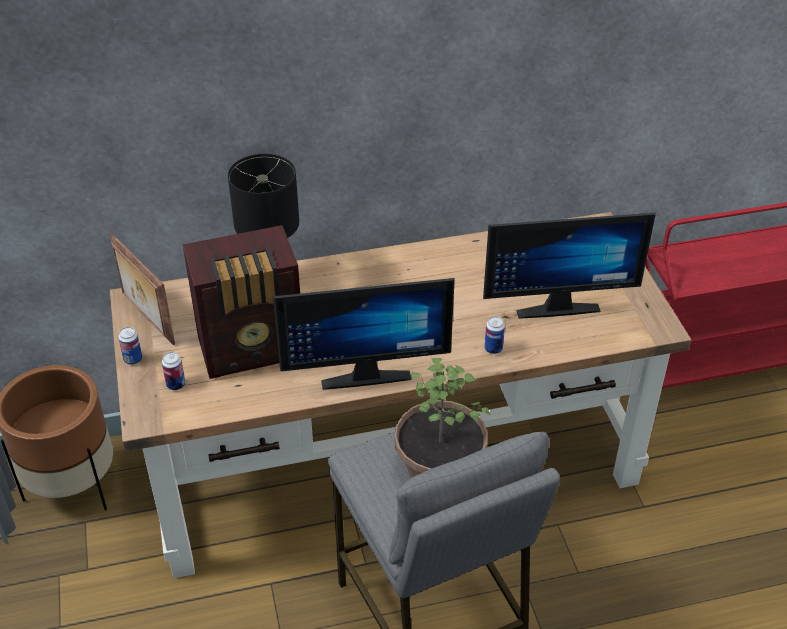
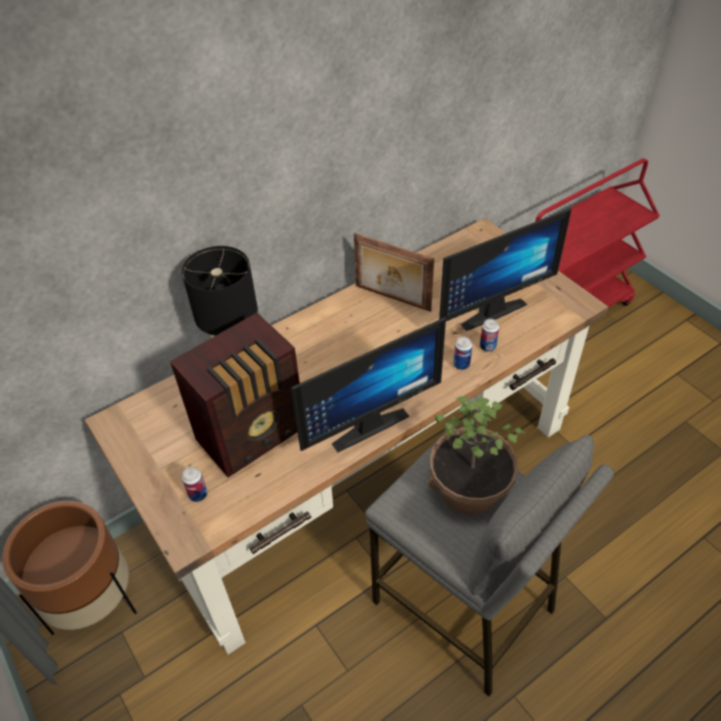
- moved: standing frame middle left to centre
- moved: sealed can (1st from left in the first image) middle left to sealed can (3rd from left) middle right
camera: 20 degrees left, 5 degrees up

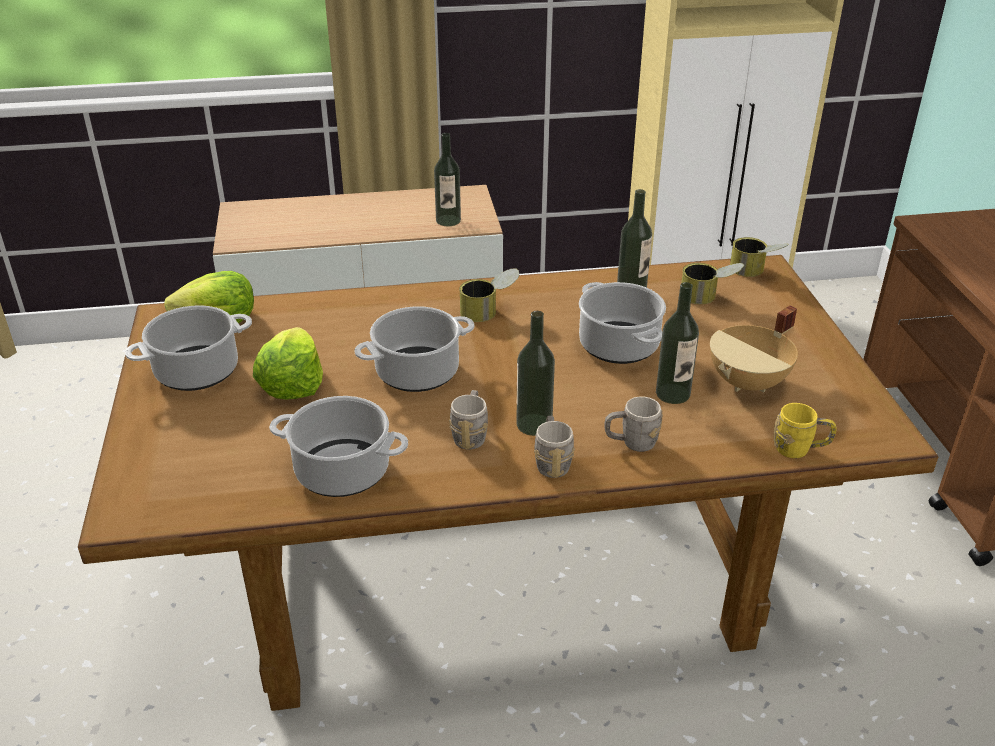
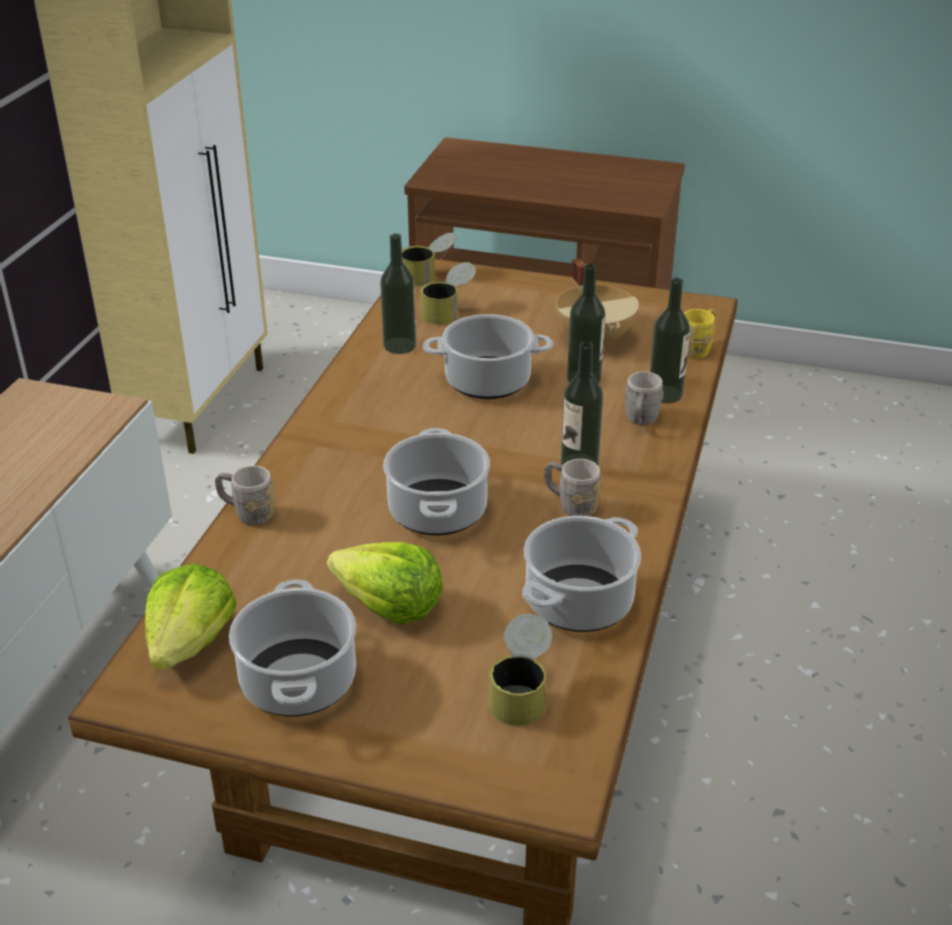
- moved: grey mug (2nd from left in the first image) centre to grey mug (1st from left) middle left
- moved: sealed can (1st from left in the first image) centre to sealed can (3rd from left) bottom centre
- moved: beverage bottle (1st from left in the first image) top centre to beverage bottle (4th from left) middle right
camera: 65 degrees left, 0 degrees up

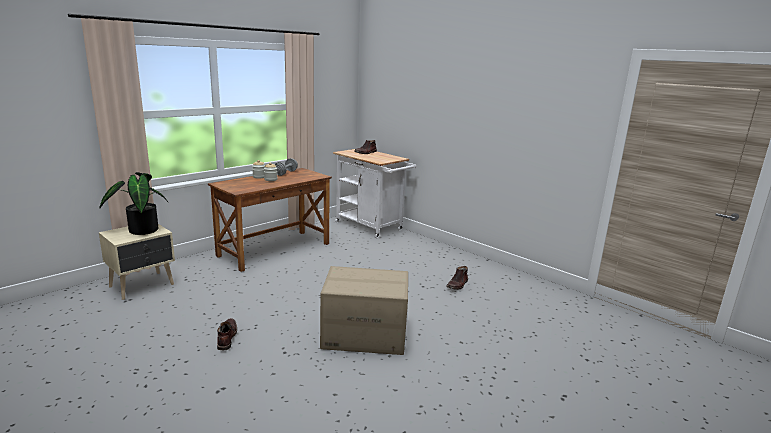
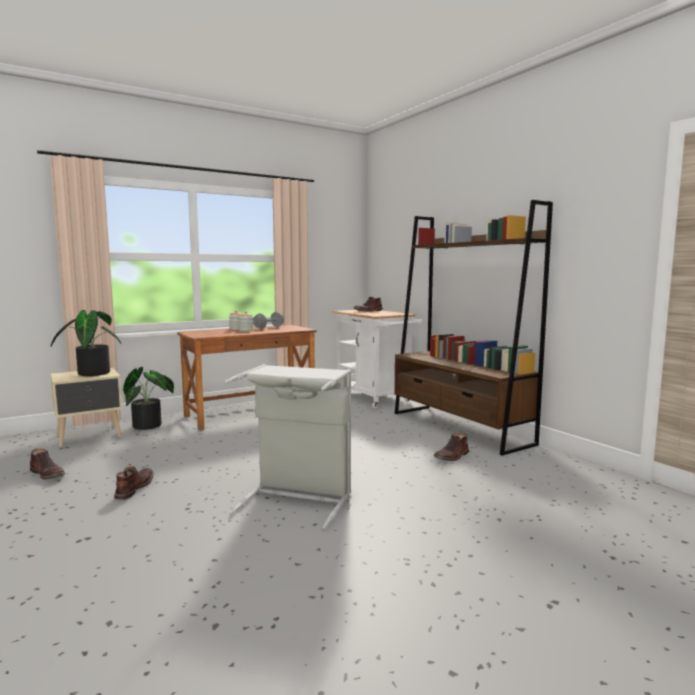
- added: brown boot (1st from left) bottom left
- added: potted plant (2nd from left) middle left
- replaced: packing box bottom centre to grey laundry basket centre
- added: brown bookshelf middle right
camera: 15 degrees right, 10 degrees down

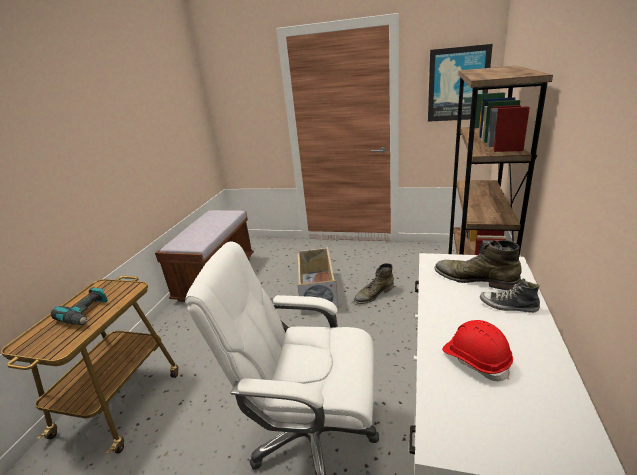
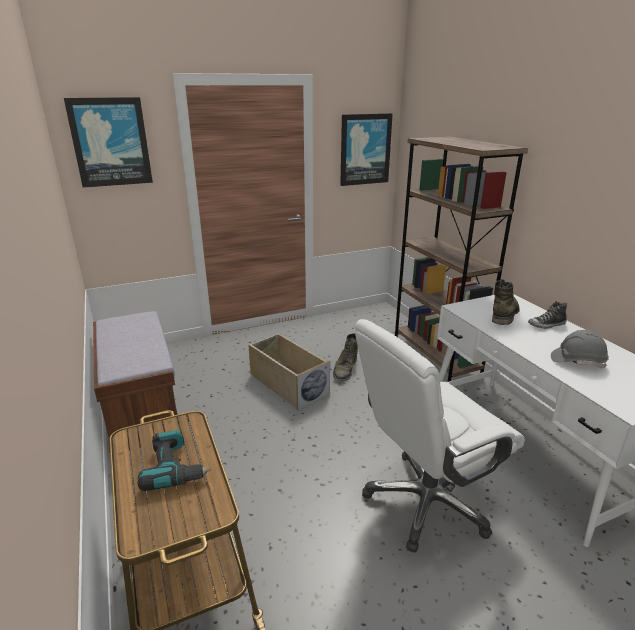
- added: wall art (1st from left) top left
- turned: green boot (2nd from left) middle right = middle right 120 degrees clockwise
- recoloured: reddish hard hat bottom right to grey hard hat middle right
camera: 40 degrees left, 0 degrees up

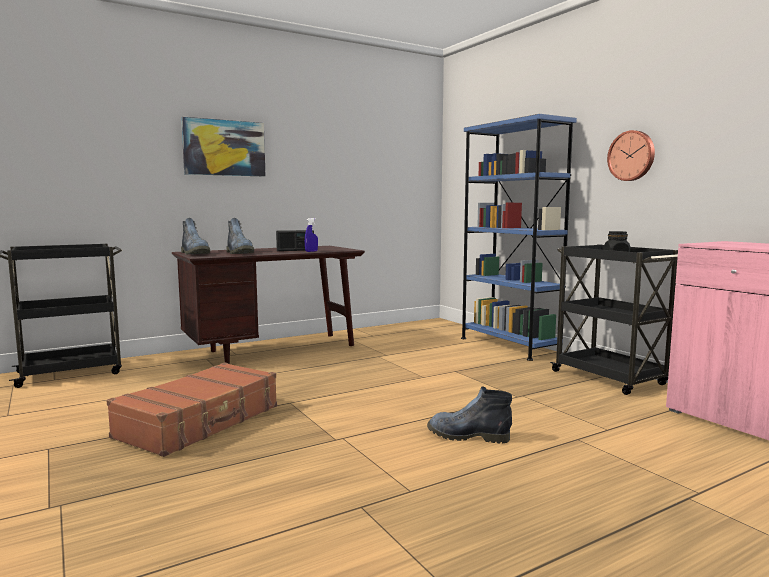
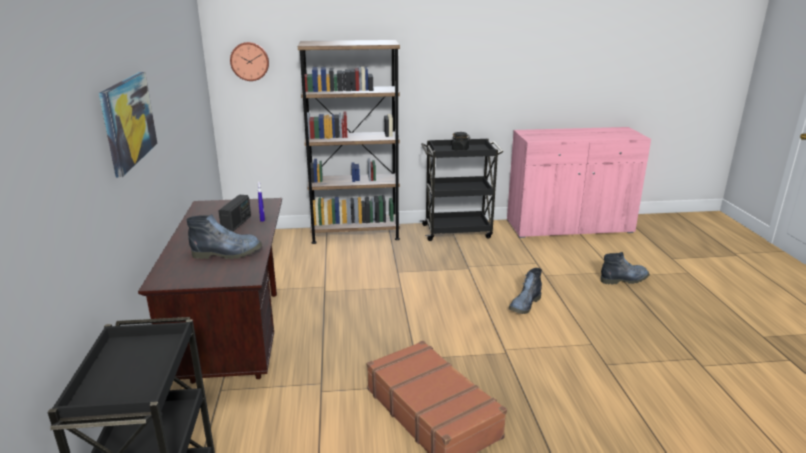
- moved: wall clock top right to top left
- recoloured: bluish bookshelf middle right to brown bookshelf top centre
- moved: boot (1st from left in the first image) middle left to boot (3rd from left) middle right
camera: 65 degrees left, 15 degrees up

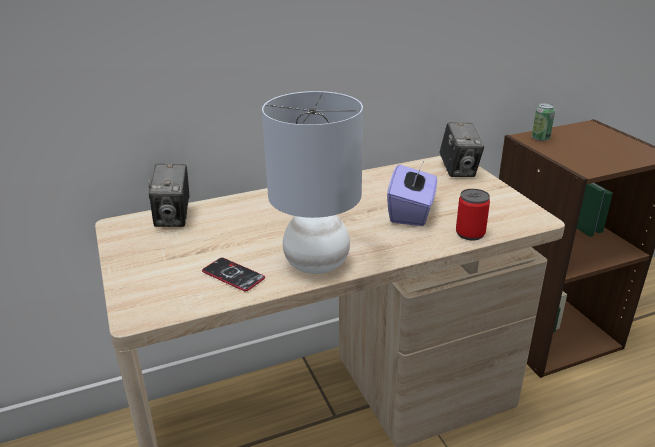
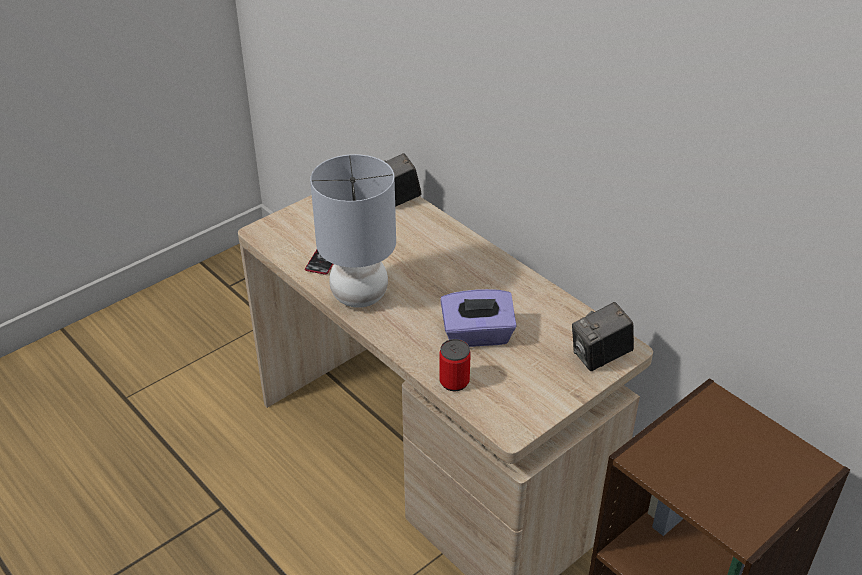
- removed: sealed can (2nd from left) top right
camera: 70 degrees right, 10 degrees up

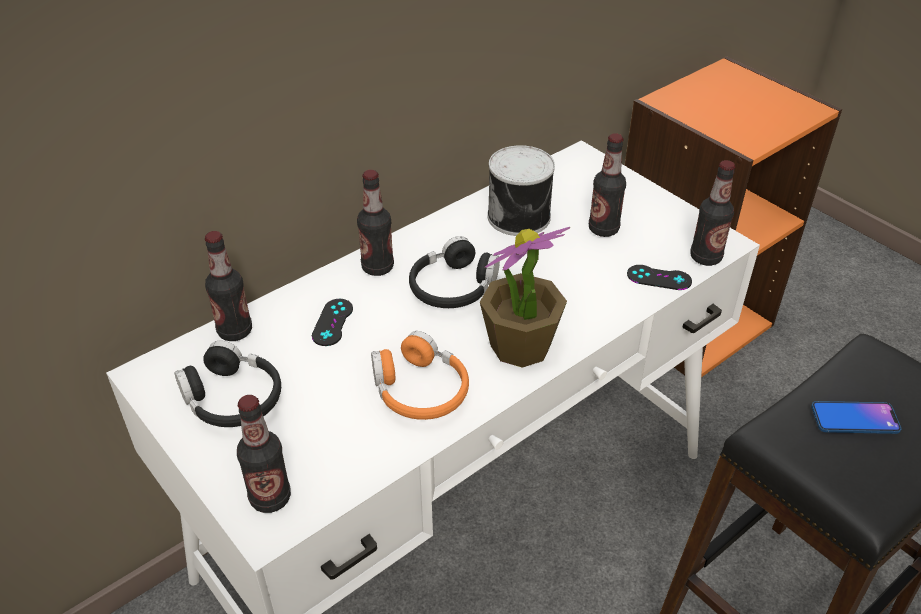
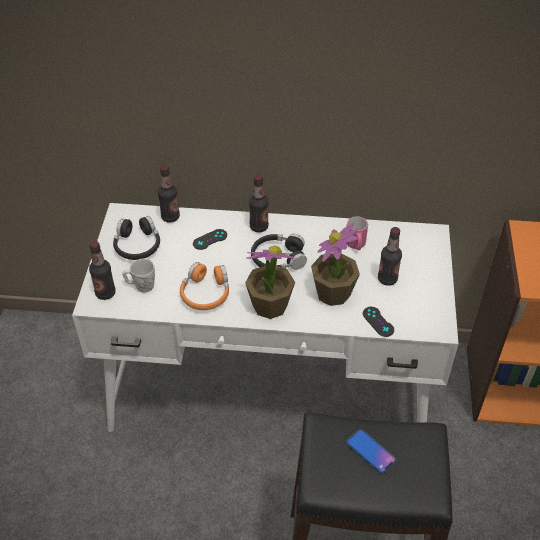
- added: white mug middle left
- added: potted plant (2nd from left) centre
- replaced: sealed can top centre to pink-coloured mug centre
- removed: beverage bottle (5th from left) middle right
camera: 45 degrees right, 5 degrees up

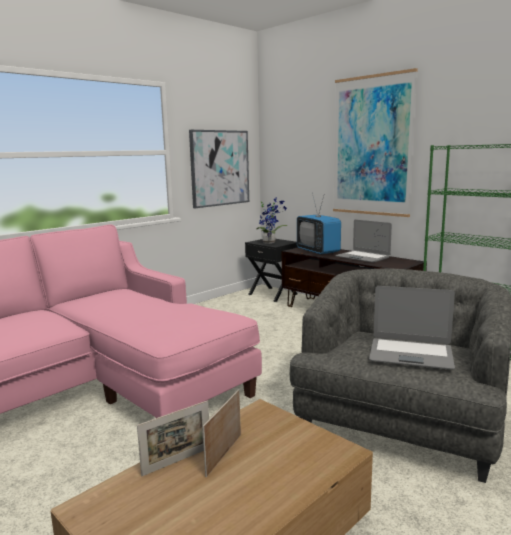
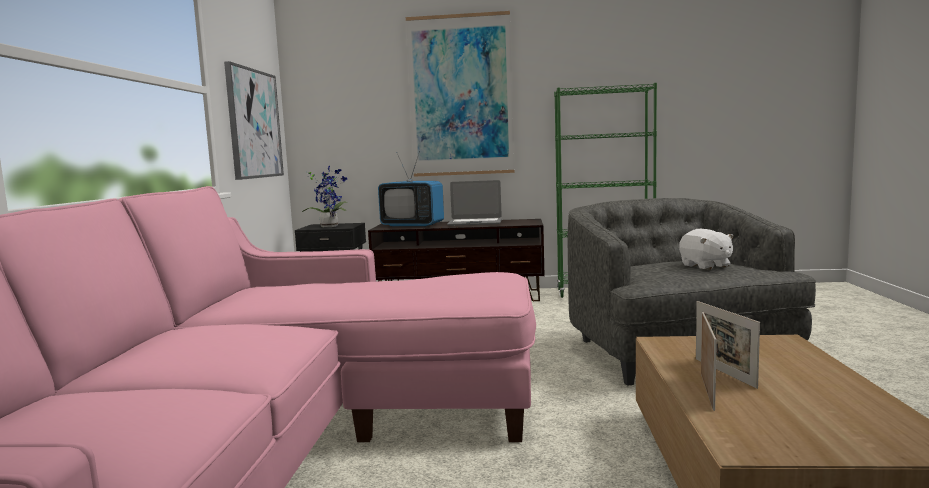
- replaced: laptop (2nd from left) middle right to white plush toy middle right
camera: 40 degrees left, 5 degrees down

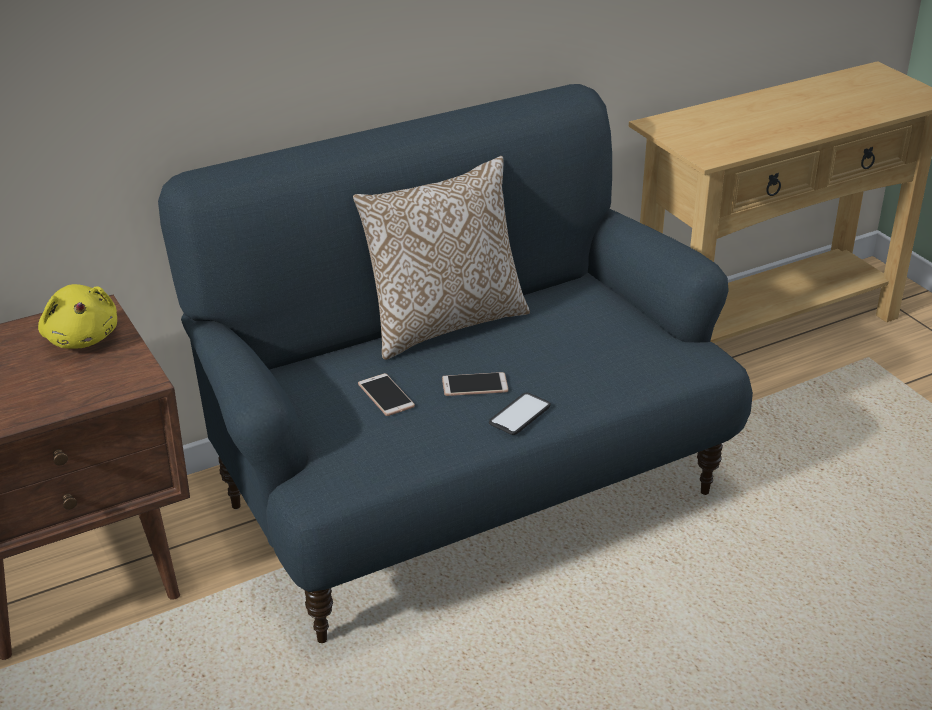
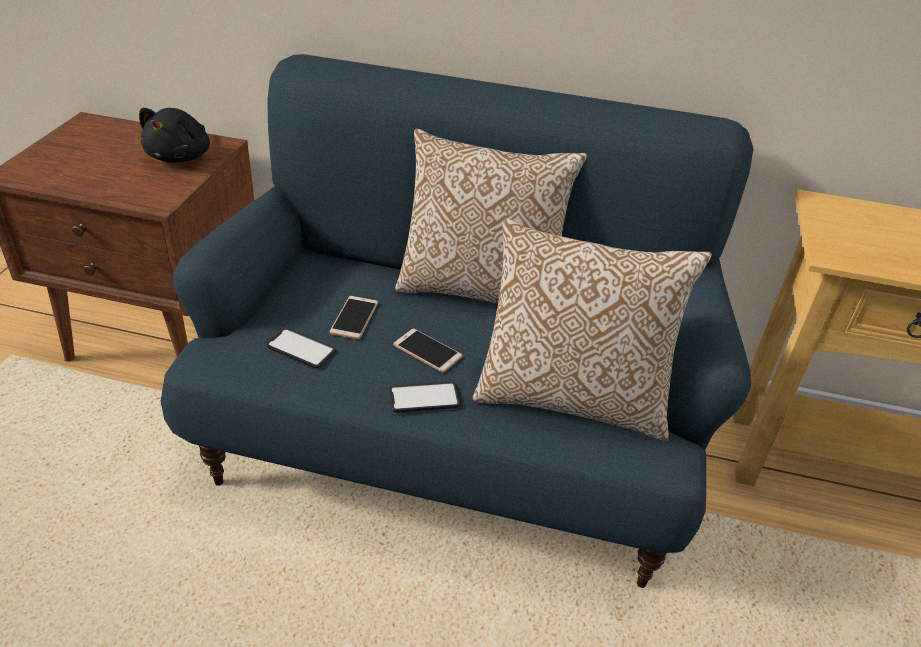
- recoloured: yellow-coloured plush toy middle left to black-coloured plush toy top left
- added: telephone (1st from left) middle left
- added: pillow (2nd from left) centre
camera: 40 degrees right, 5 degrees up

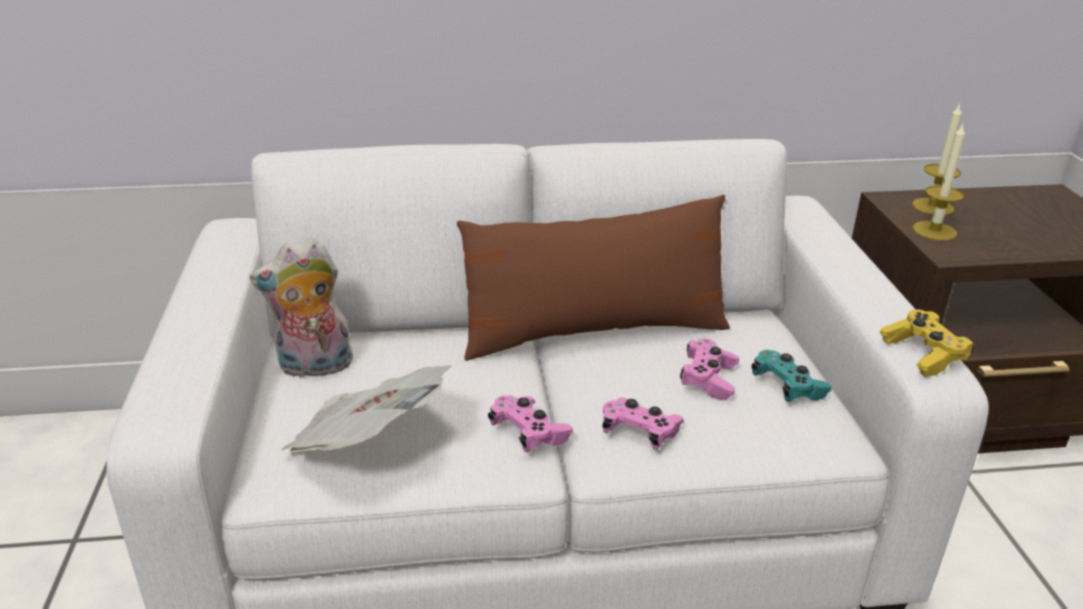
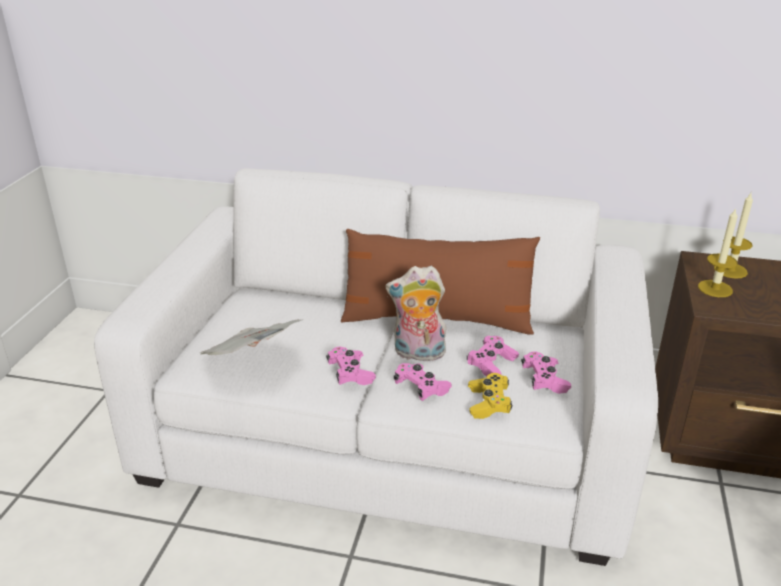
- moved: plush toy middle left to centre
- moved: yellow-coloured joypad middle right to bottom centre
- recoloured: turquoise joypad middle right to pink-coloured joypad (4th from left) middle right
camera: 20 degrees right, 0 degrees up

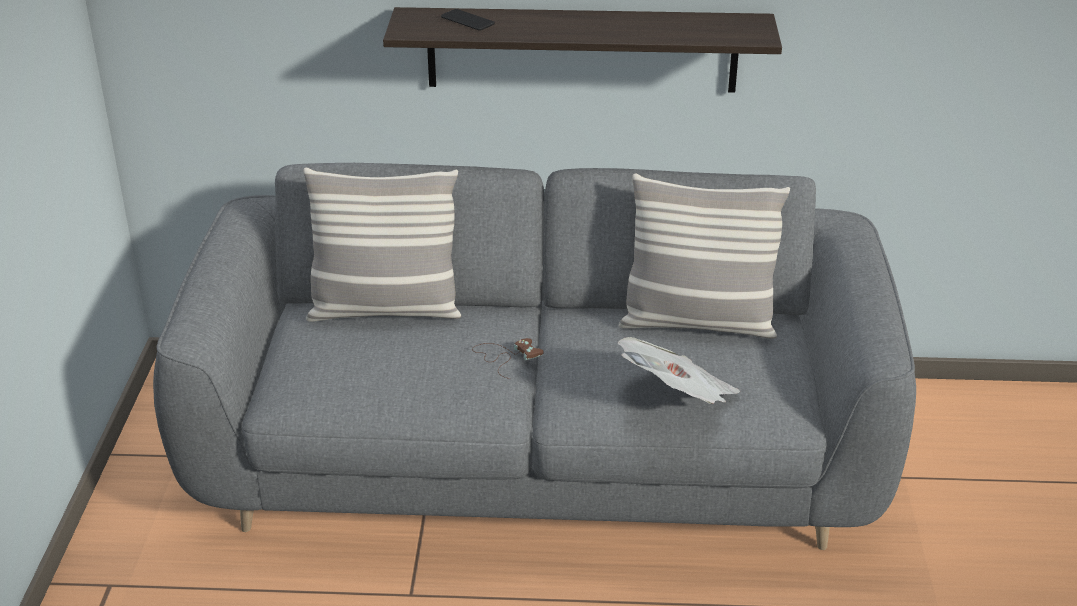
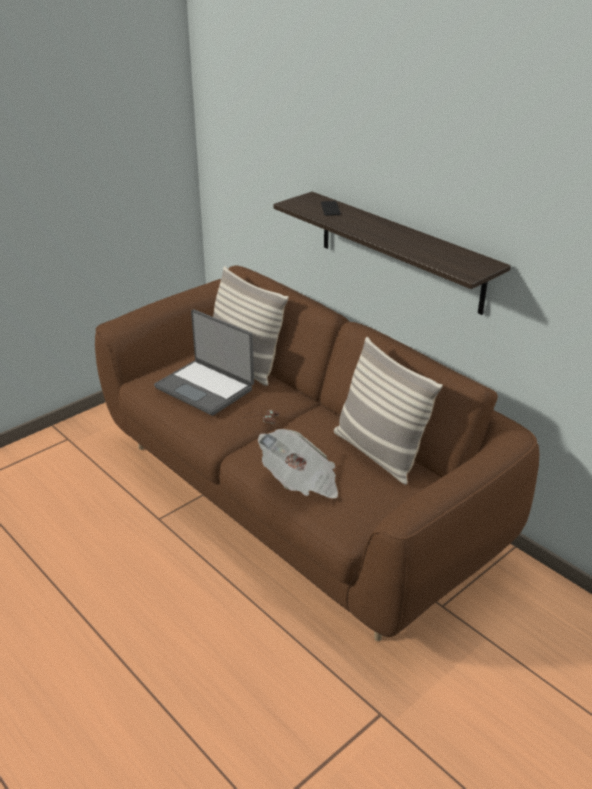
- recoloured: grey sofa centre to brown sofa centre
- added: laptop centre
camera: 45 degrees right, 0 degrees up

